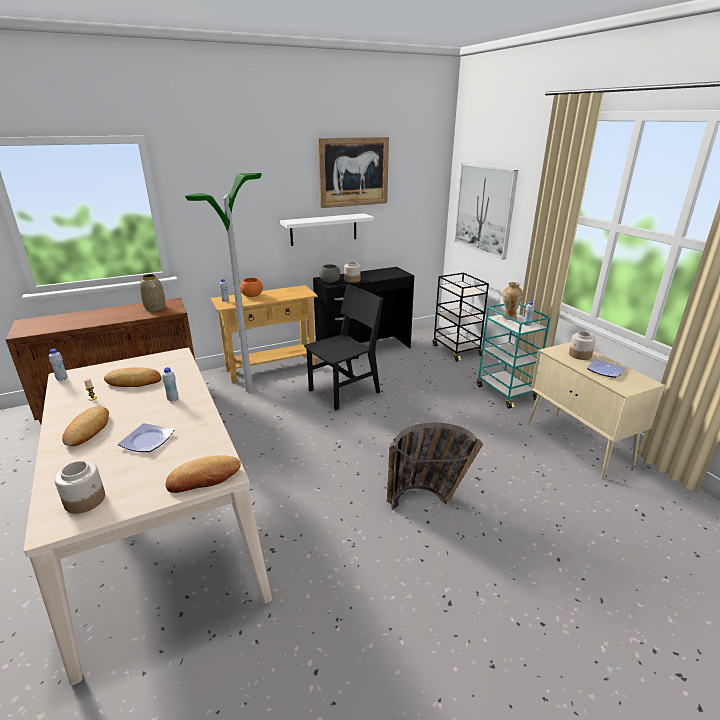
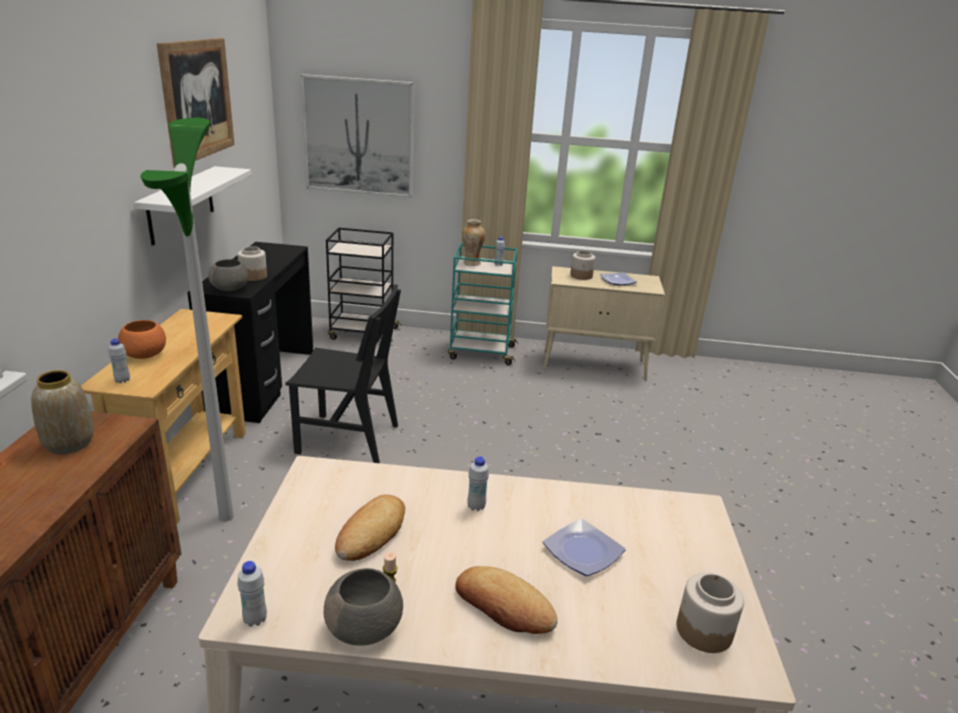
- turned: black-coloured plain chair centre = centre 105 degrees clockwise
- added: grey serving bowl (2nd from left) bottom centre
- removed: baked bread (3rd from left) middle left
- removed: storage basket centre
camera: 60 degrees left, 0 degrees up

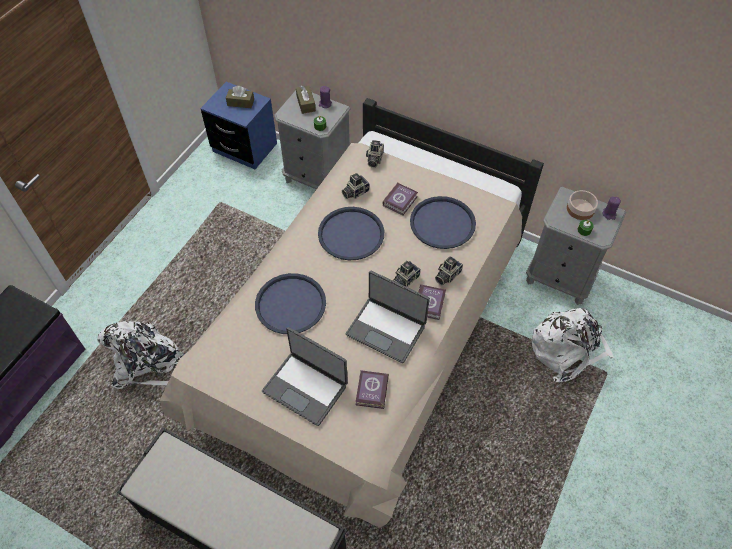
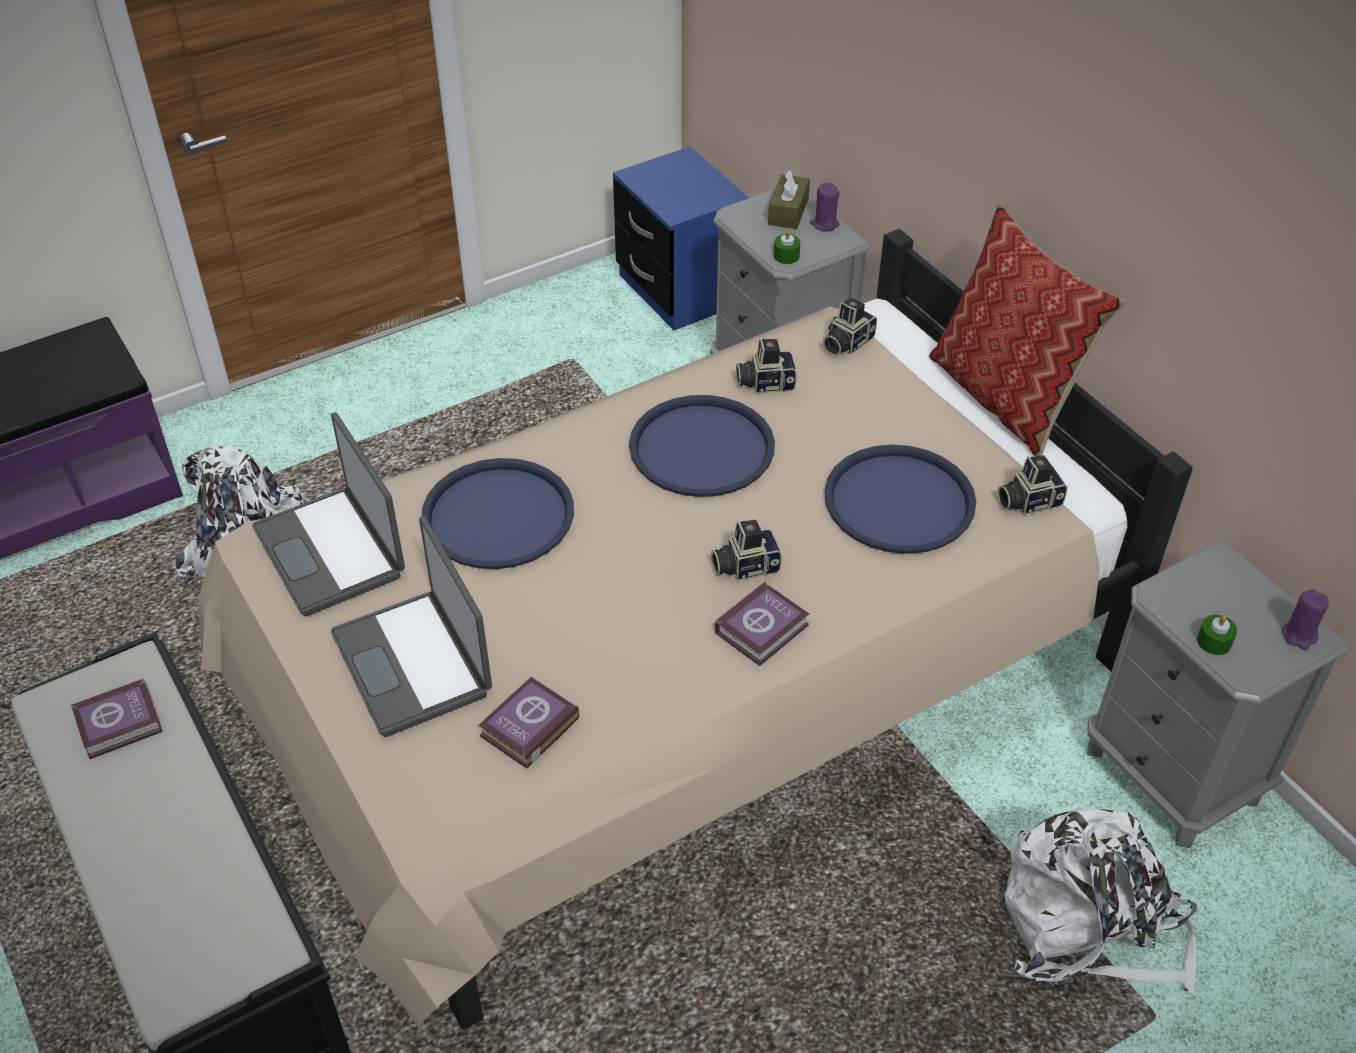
- moved: book (2nd from left in the first image) centre to book (1st from left) bottom left
- moved: laptop (2nd from left in the first image) centre to laptop (1st from left) middle left
- added: pillow top right
- moved: photo camera (4th from left) centre to middle right
- removed: brown box of tissues (1st from left) top left
- removed: serving bowl middle right
camera: 30 degrees right, 10 degrees down

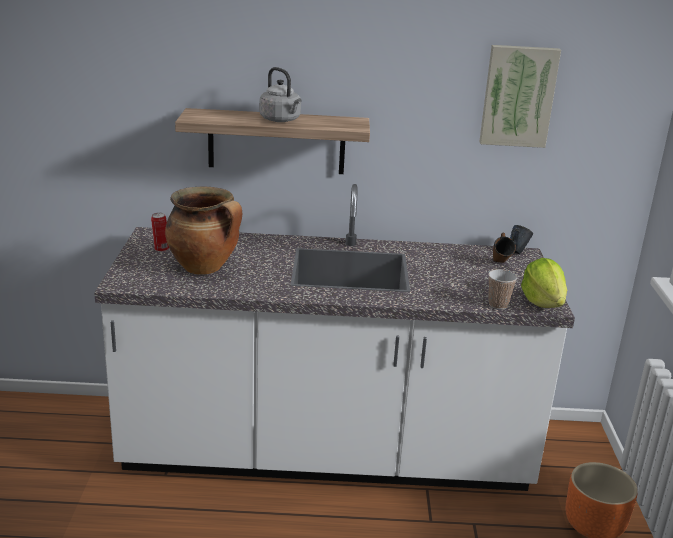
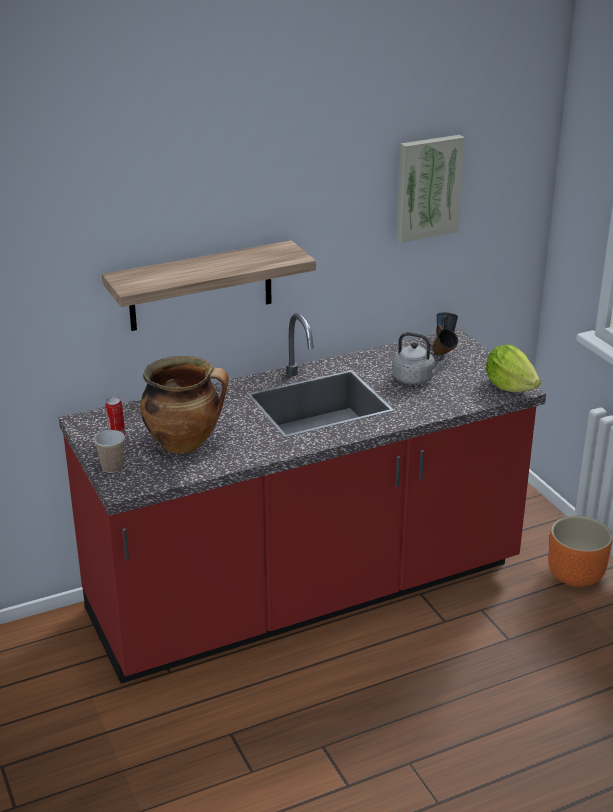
- recoloured: white kitchen counter centre to reddish kitchen counter centre
- moved: small cup middle right to middle left
- moved: grey water kettle top centre to middle right
camera: 25 degrees left, 5 degrees up

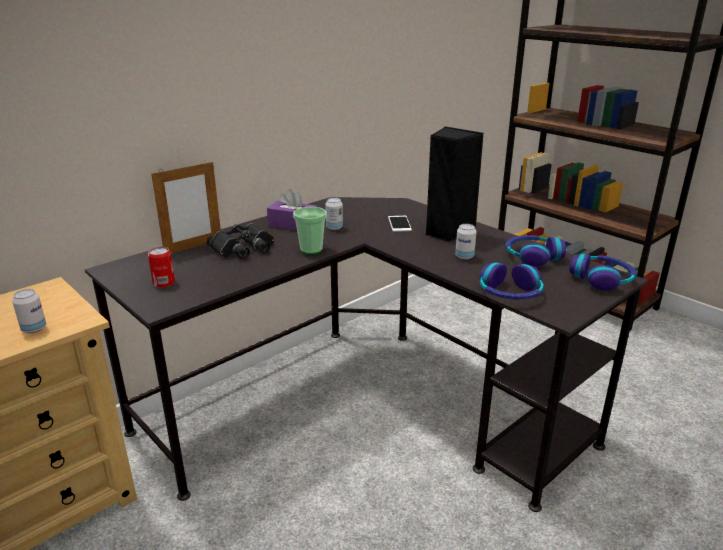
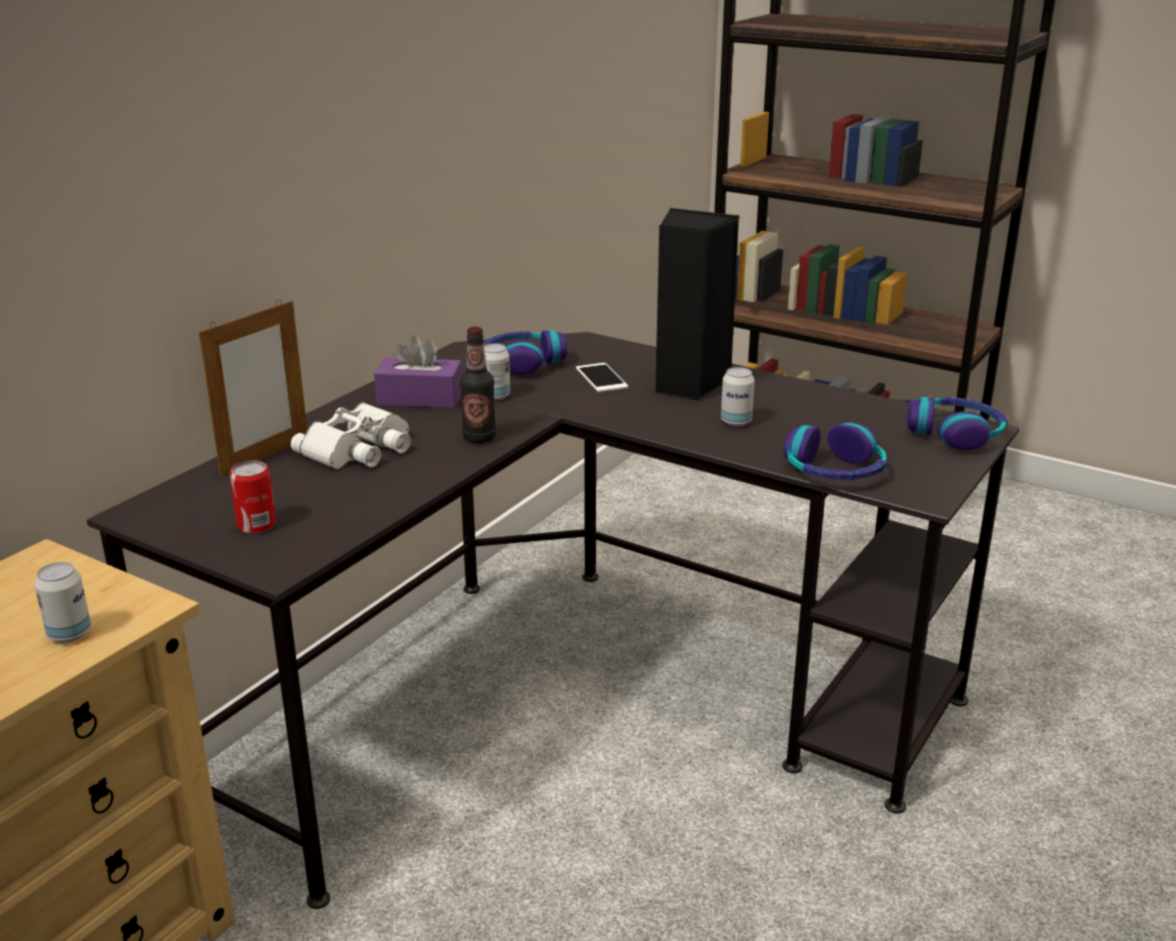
- recoloured: black-coloured pair of binoculars middle left to white pair of binoculars middle left
- replaced: small cup centre to beverage bottle centre
- moved: headphones (2nd from left in the first image) middle right to headphones (1st from left) centre
camera: 15 degrees left, 0 degrees up

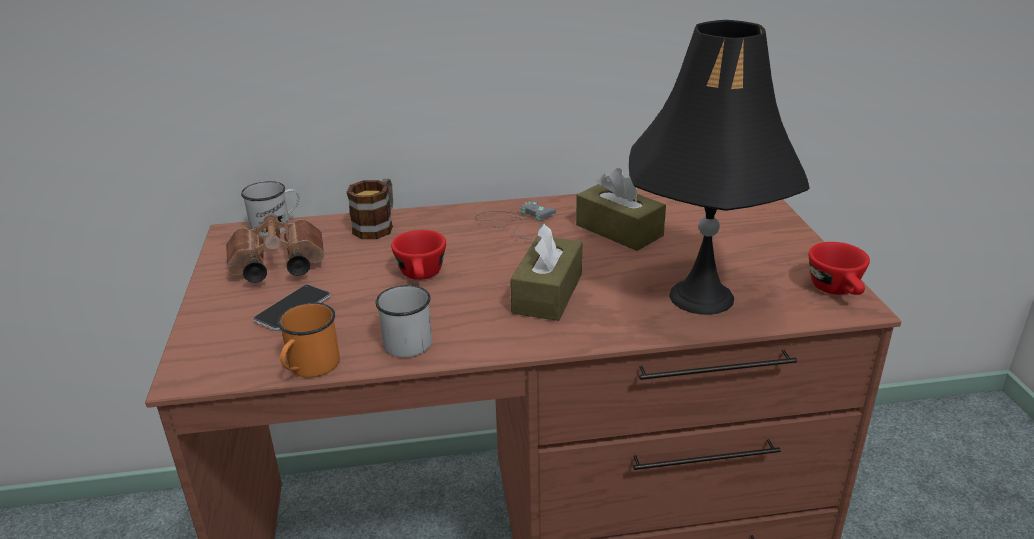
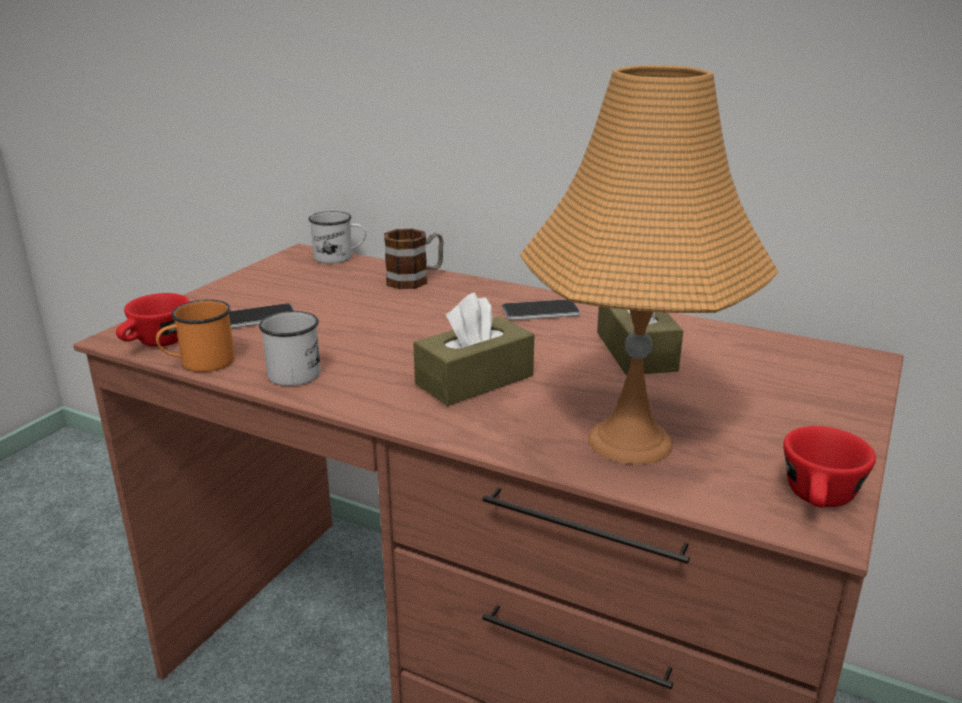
- moved: reddish small cup (1st from left) centre to middle left
- replaced: grey joypad centre to telephone (2nd from left) centre
- recoloured: black-coloured table lamp top right to orange table lamp middle right
- removed: brown pair of binoculars middle left
camera: 35 degrees right, 5 degrees down

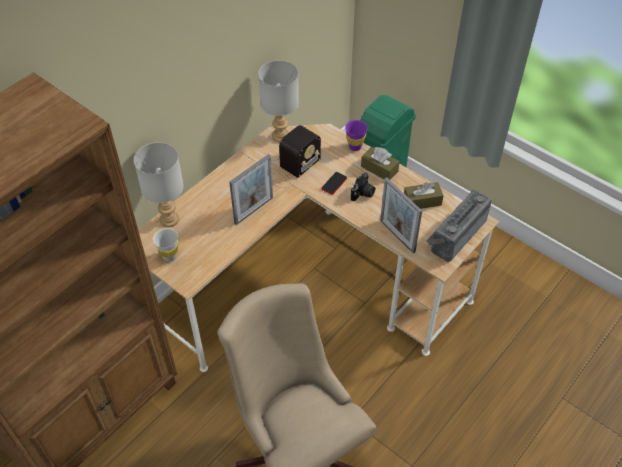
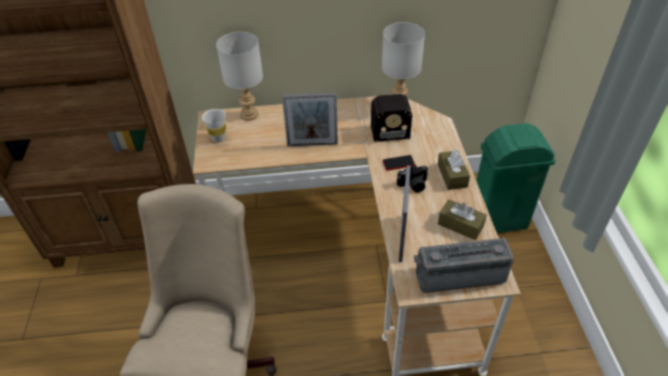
- removed: purple-coloured small cup top centre
camera: 45 degrees right, 5 degrees down

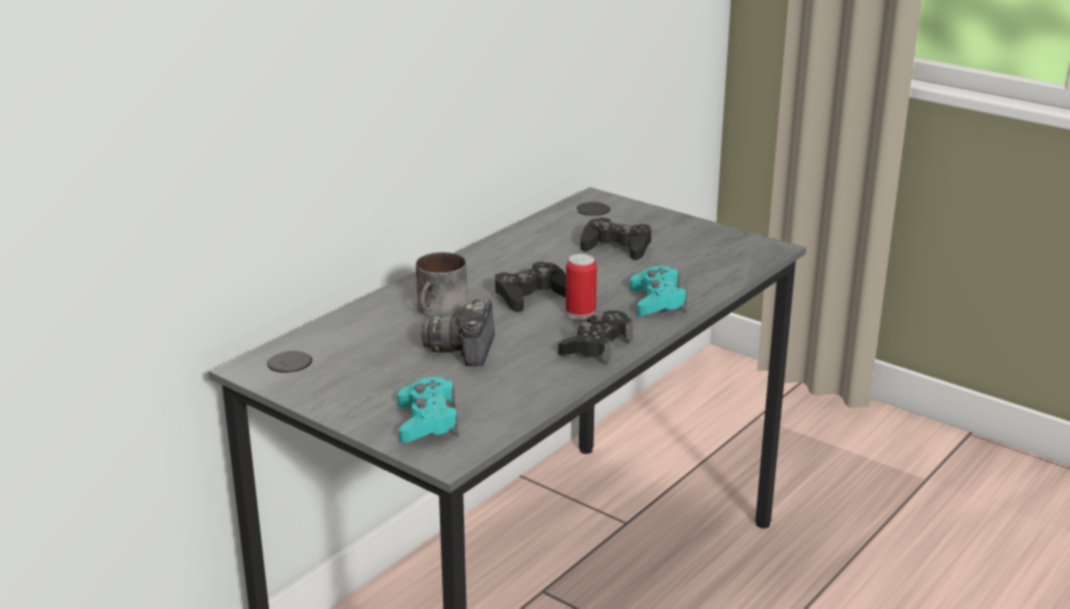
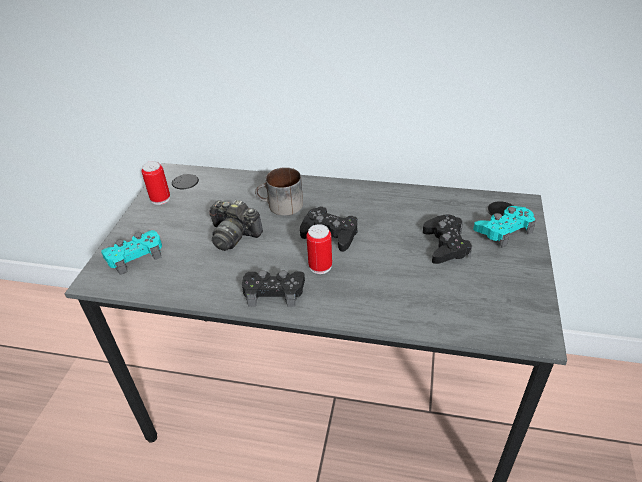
- added: sealed can (1st from left) middle left
- turned: photo camera centre = centre 135 degrees counterclockwise
- moved: turquoise joypad (2nd from left) centre to middle right
camera: 65 degrees right, 15 degrees up

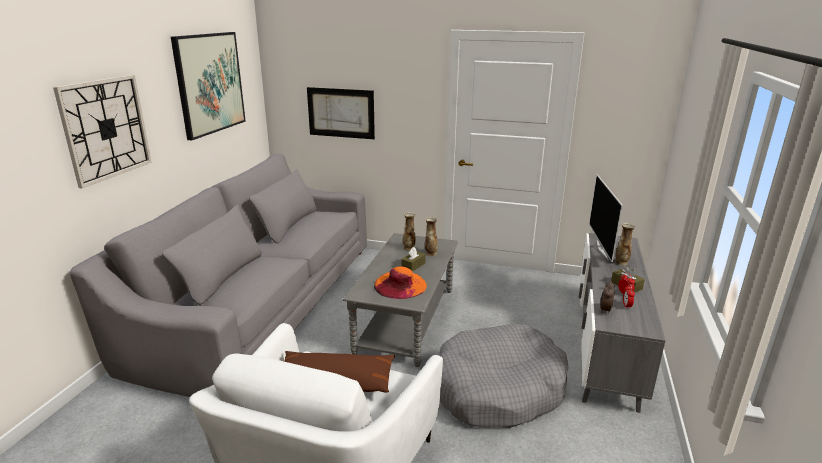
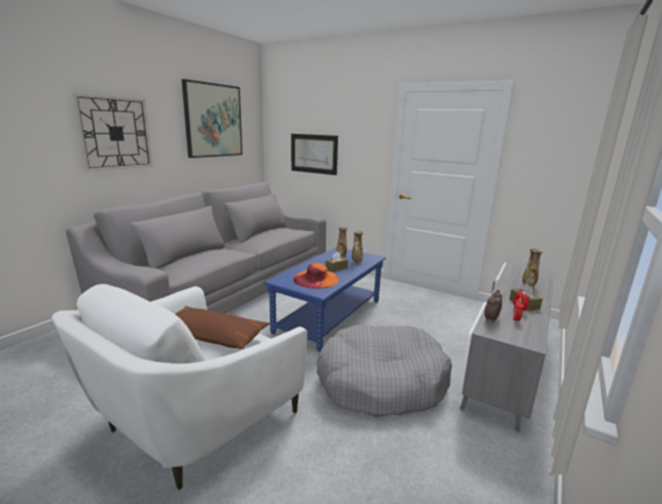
- recoloured: grey low table centre to bluish low table centre
- removed: TV set middle right
camera: 15 degrees right, 5 degrees down

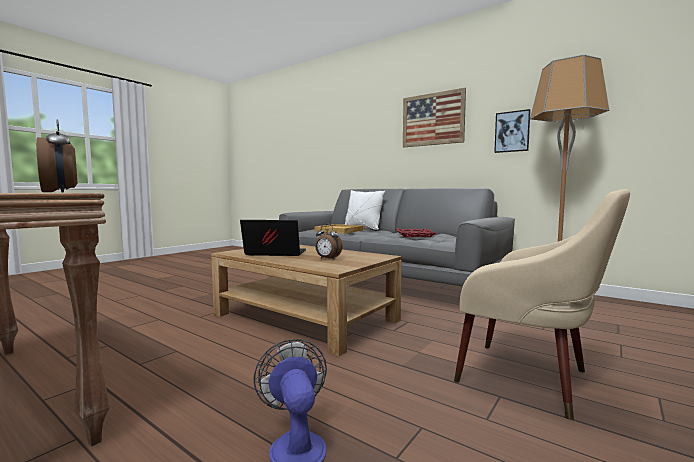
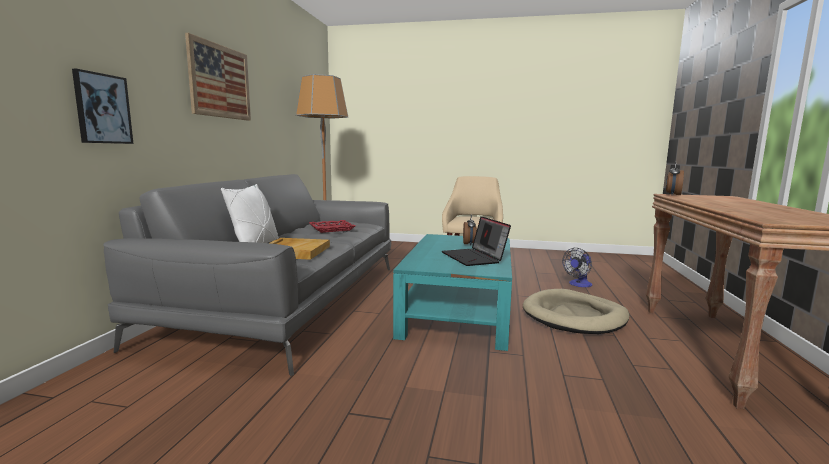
- moved: wall art (2nd from left in the first image) top right to wall art (1st from left) top left
- recoloured: brown low table centre to turquoise low table centre
- added: sand-coloured pet bed bottom right
camera: 115 degrees left, 5 degrees up

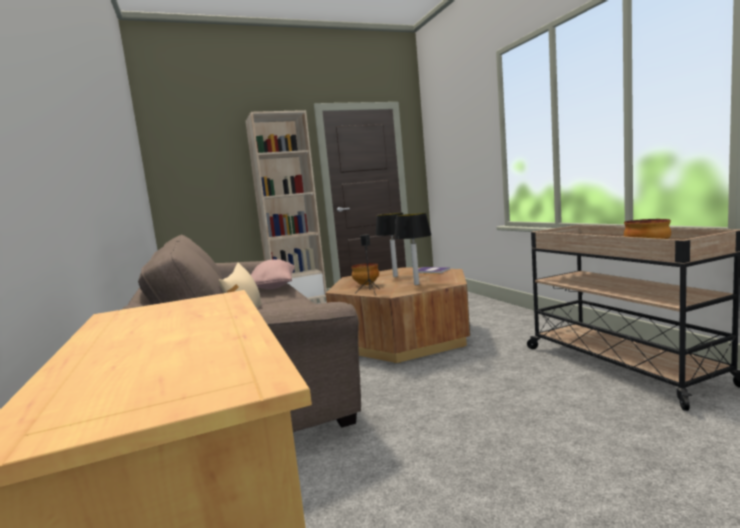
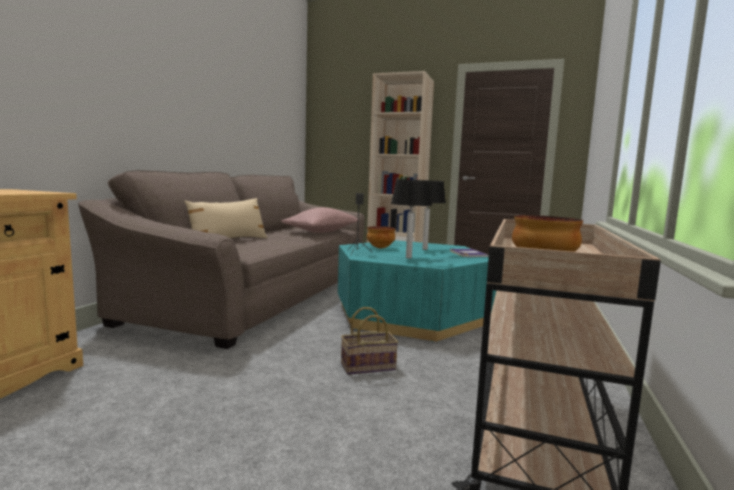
- recoloured: brown low table centre to turquoise low table centre
- added: storage basket bottom centre
camera: 40 degrees right, 0 degrees up

